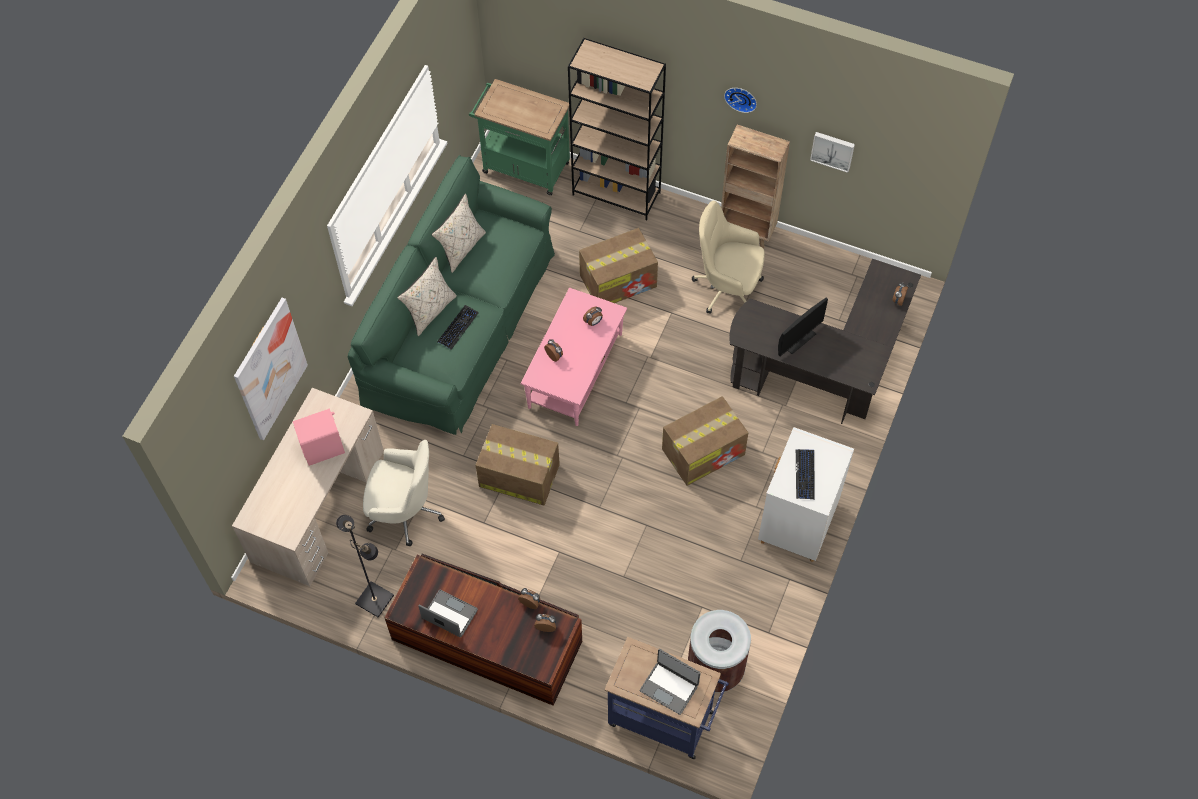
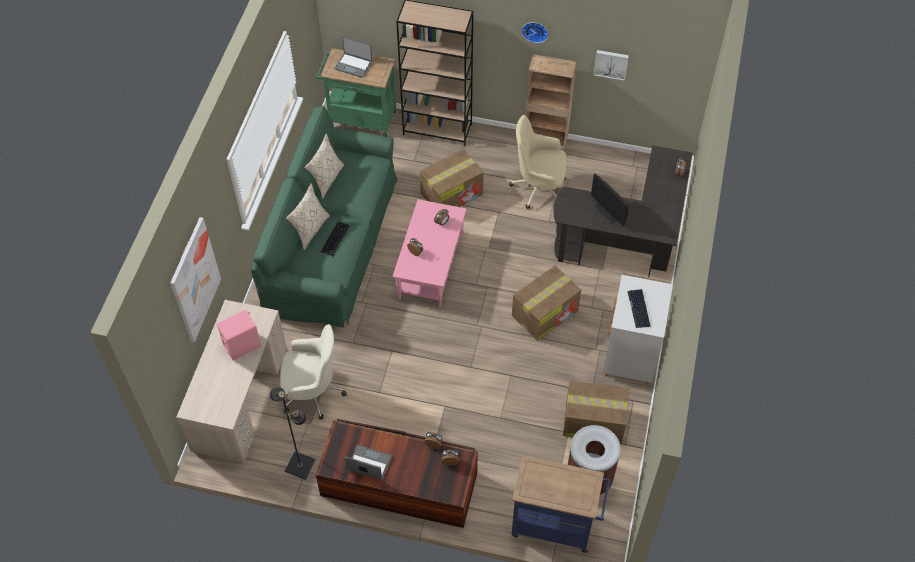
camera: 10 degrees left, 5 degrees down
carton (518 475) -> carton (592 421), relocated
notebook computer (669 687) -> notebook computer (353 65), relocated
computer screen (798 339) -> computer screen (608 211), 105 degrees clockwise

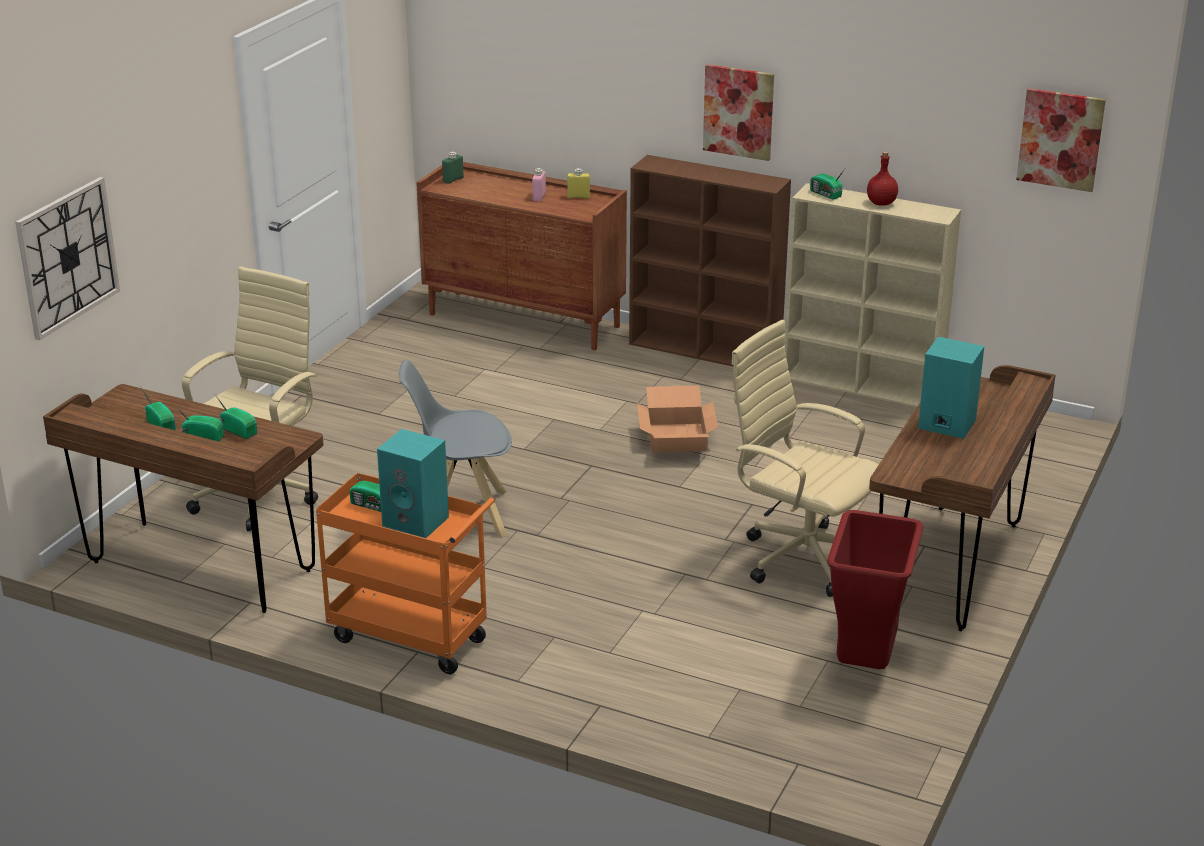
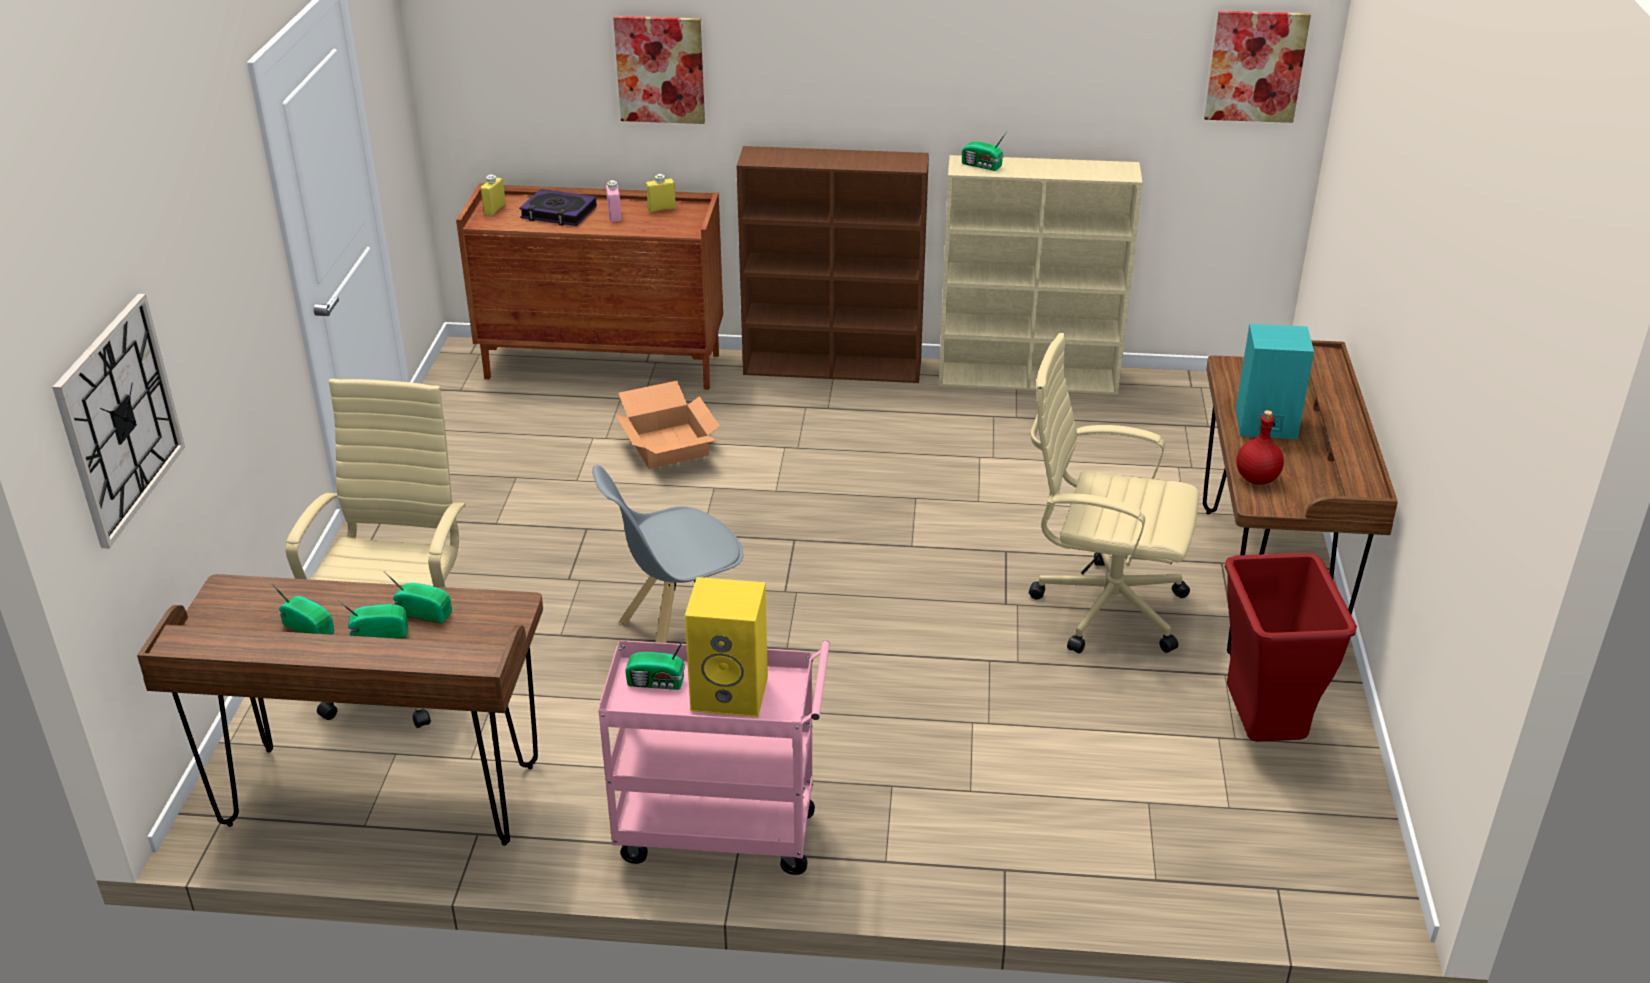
camera: 20 degrees left, 5 degrees up
orange-coloured cart (412 642) -> pinkish cart (723 838)
blue-green audio speaker (417 521) -> yellow audio speaker (732 692)
green-coloured beverage bottle (453 180) -> yellow beverage bottle (494 209)
carton (677 438) -> carton (670 446), relocated
wall art (738 112) -> wall art (660 69), relocated
red-coloured beverage bottle (881 203) -> red-coloured beverage bottle (1256 478), relocated
none -> volume (558 213)

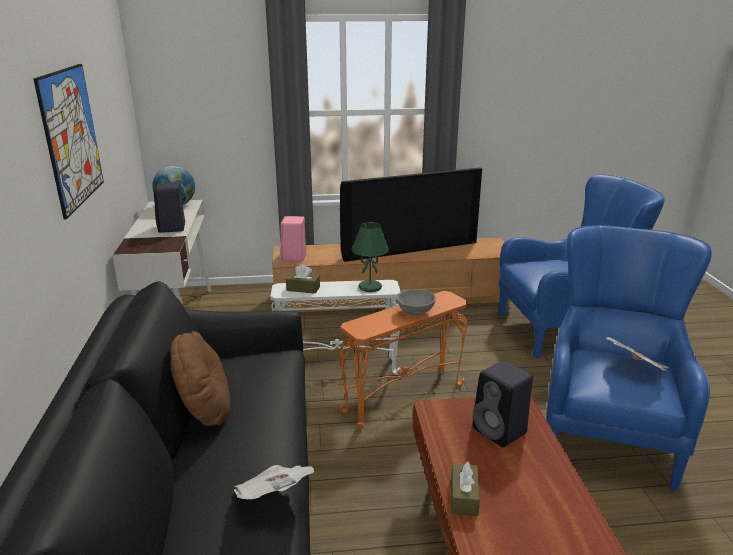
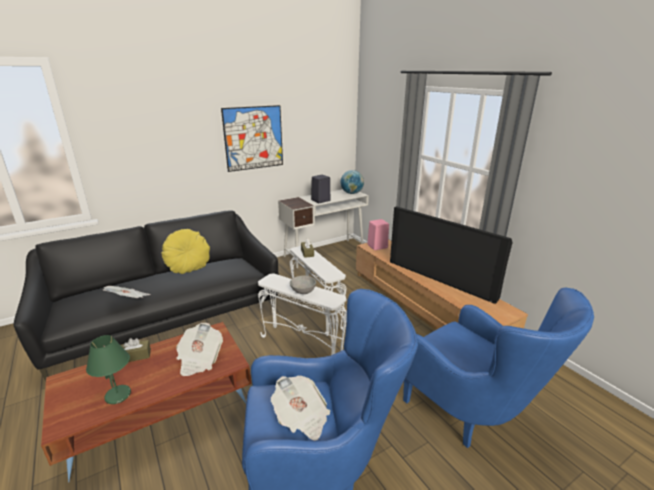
camera: 65 degrees right, 0 degrees up
brown pillow (205 413) -> yellow pillow (189 269)
orange-coloured accent table (403 398) -> whitish accent table (302 345)
green-coloured tabletop lamp (370 287) -> green-coloured tabletop lamp (118 395), relocated
black-coloured audio speaker (501 431) -> printed paper (199 359)

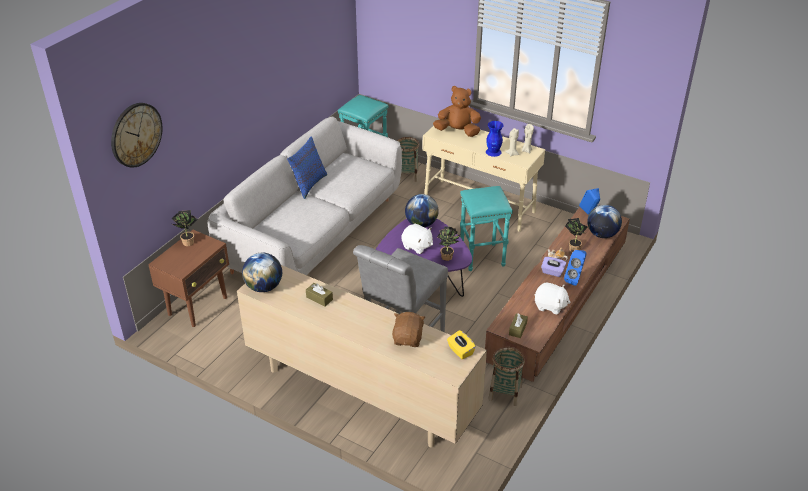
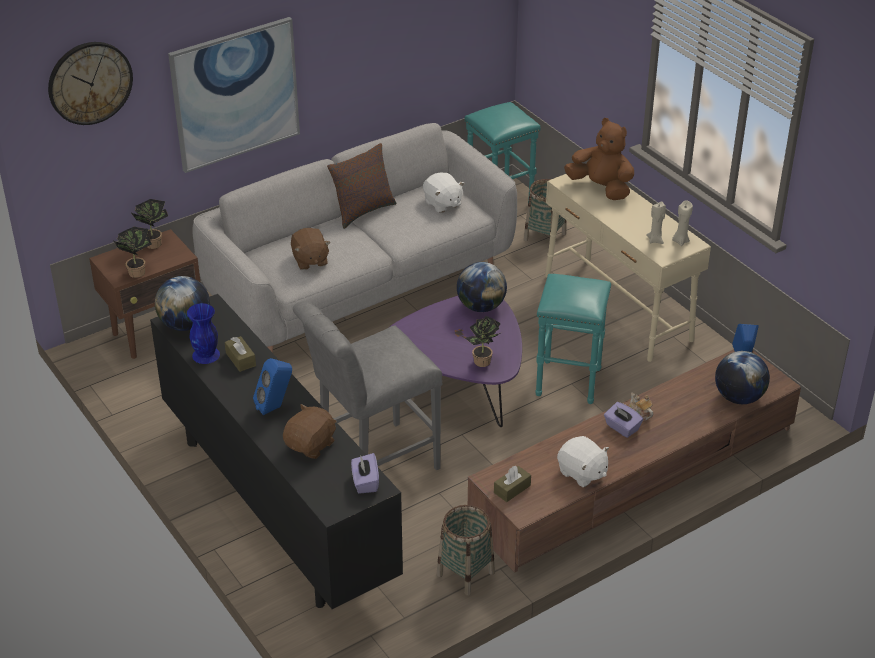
camera: 25 degrees right, 0 degrees up
beige cabinet (359 393) -> black-coloured cabinet (275 508)
blue pillow (310 185) -> brown pillow (364 212)
whitish soft toy (417 246) -> whitish soft toy (442 204), relocated
yellow tissue holder (460 351) -> purplish tissue holder (365 482)
blue decorative vase (493 152) -> blue decorative vase (205 355), relocated
blue audio speaker (575 279) -> blue audio speaker (275 407), relocated
houseplant (573 248) -> houseplant (137 271), relocated
none -> wall art (235 94)
none -> brown soft toy (310 260)

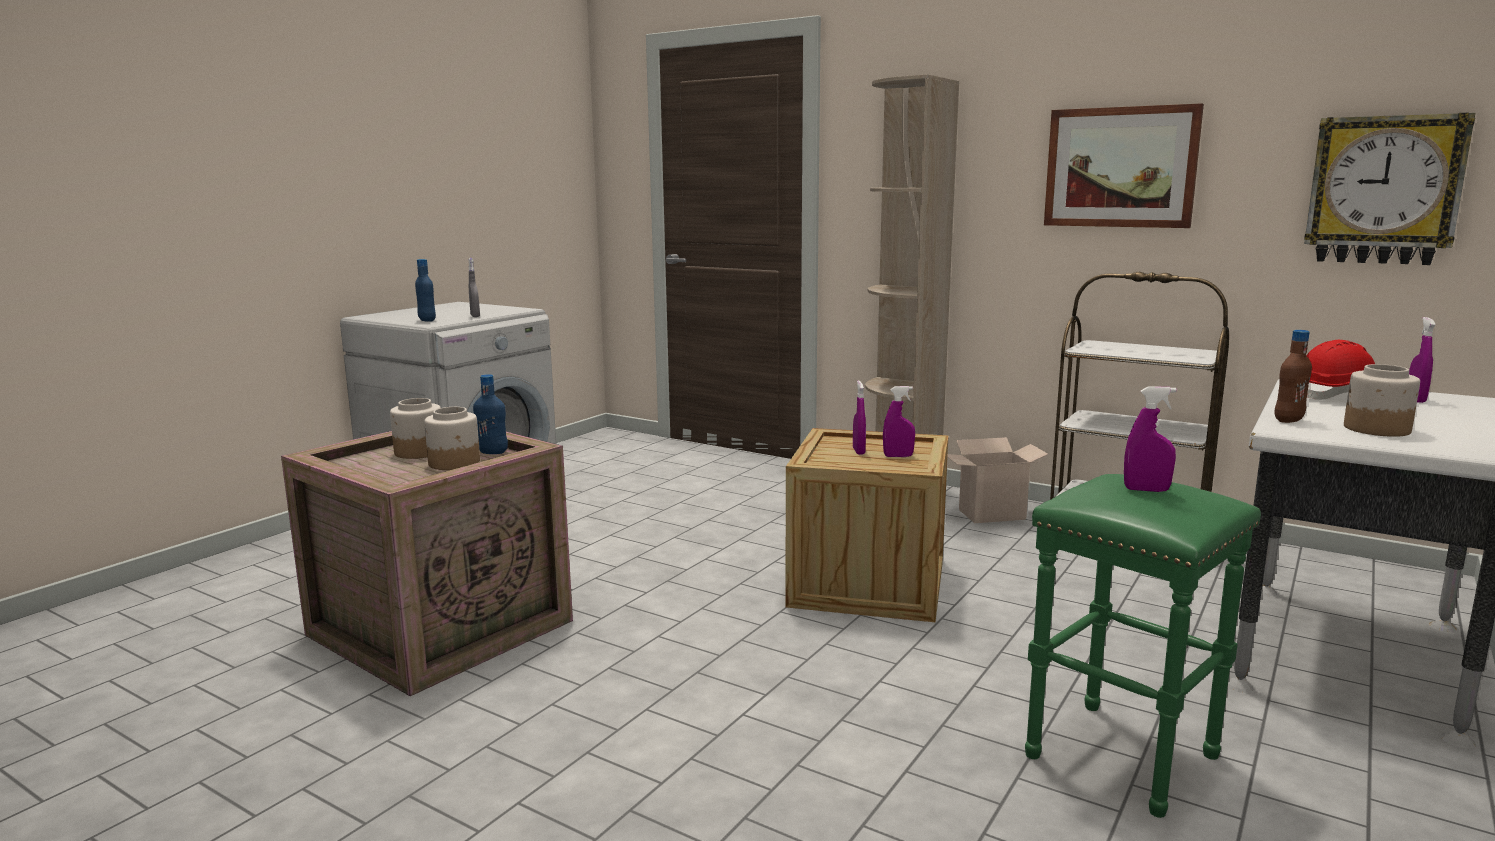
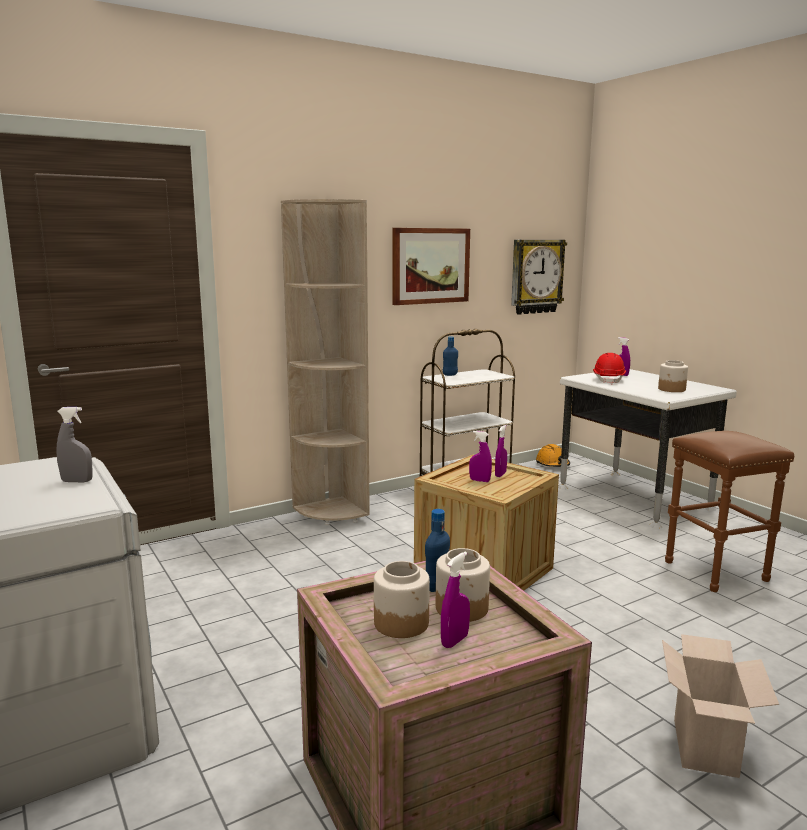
camera: 65 degrees left, 0 degrees up
blue beverage bottle (427 320) -> blue beverage bottle (450 375), relocated
carton (991 515) -> carton (707 749), relocated
green-coloured stool (1116 755) -> brown stool (715 571)
purplish spray bottle (1146 490) -> purplish spray bottle (454 641), relocated
brown beverage bottle (1288 420) -> none
none -> orange-coloured hard hat (552 464)

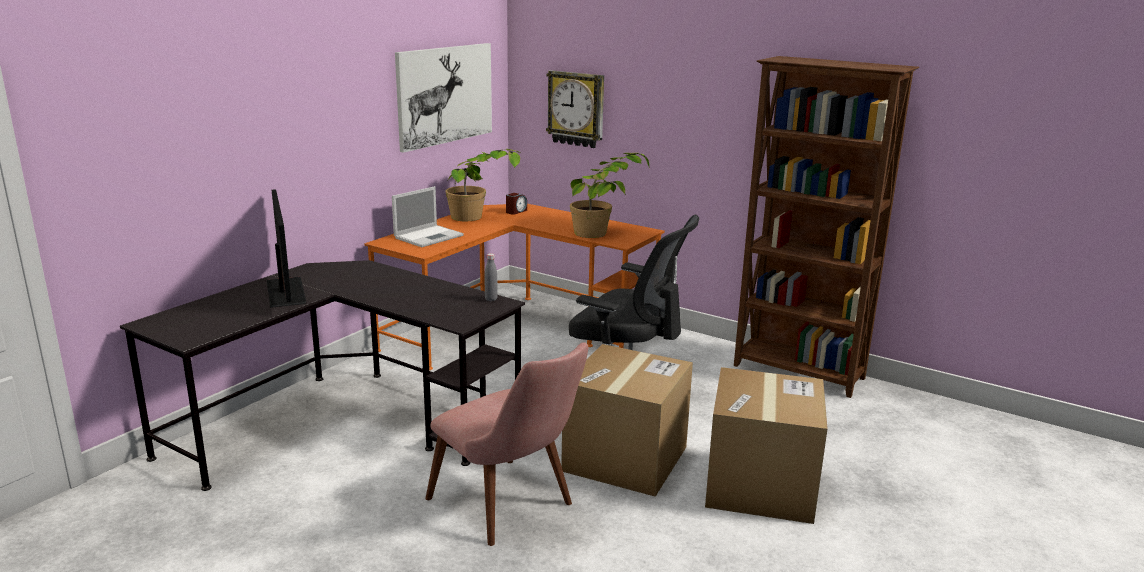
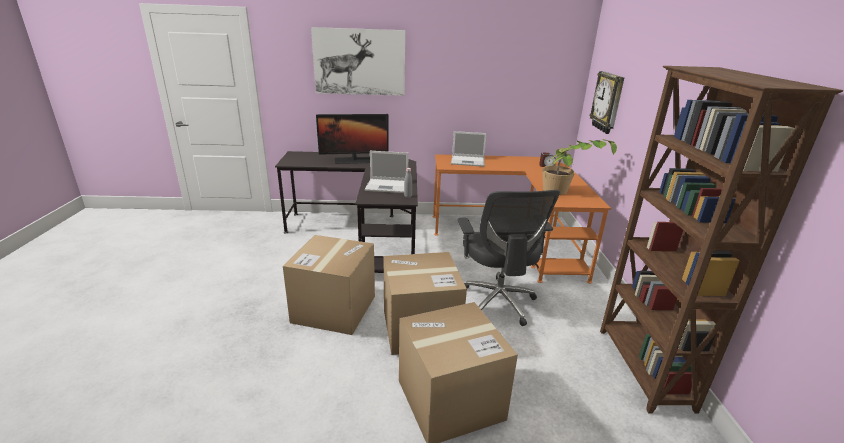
camera: 55 degrees right, 5 degrees up
computer screen (286 292) -> computer screen (354 160), 45 degrees clockwise
wall art (445 95) -> wall art (359 62), relocated
pinkish plain chair (512 508) -> carton (334 309)
houseplant (479 220) -> none
none -> notebook computer (387 186)

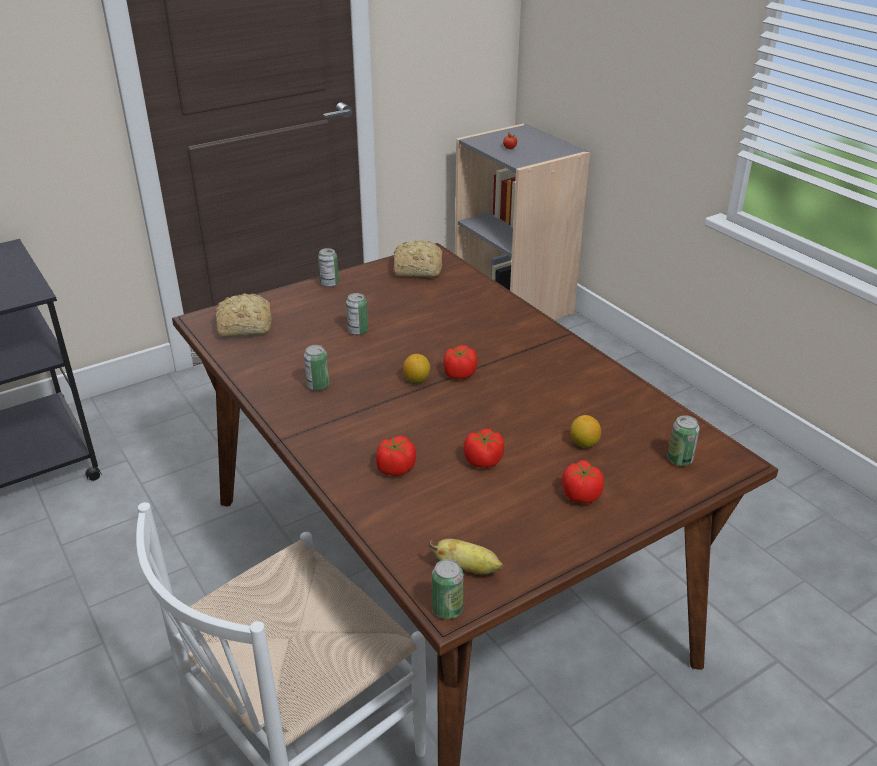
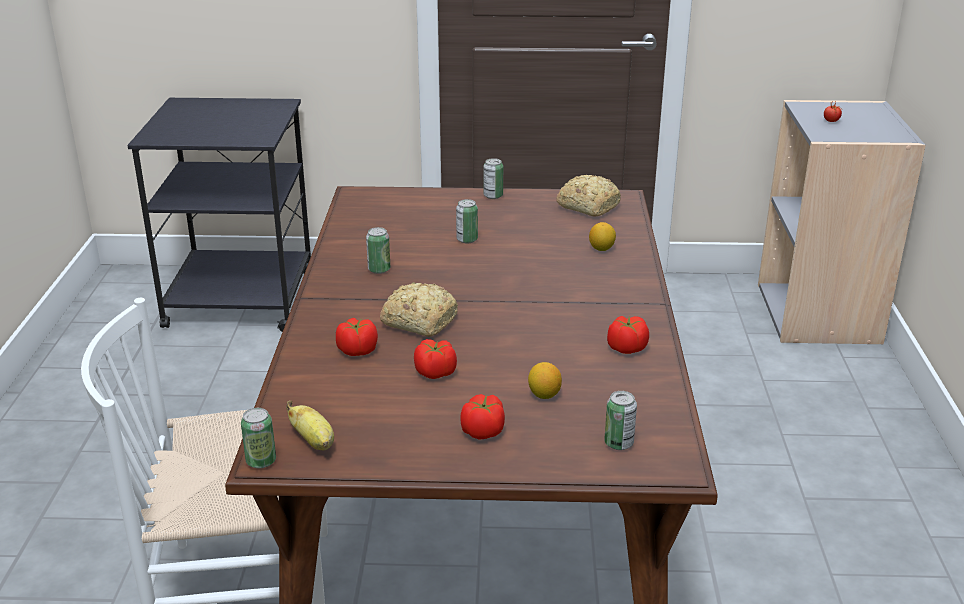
camera: 35 degrees right, 5 degrees down
bread (243 326) -> bread (418 321), relocated
lemon (417 380) -> lemon (601 249), relocated
fresh tomato (459 374) -> fresh tomato (626 348), relocated

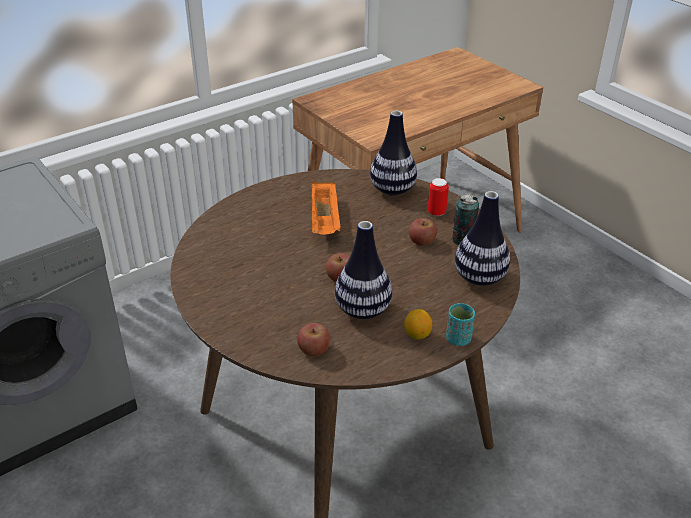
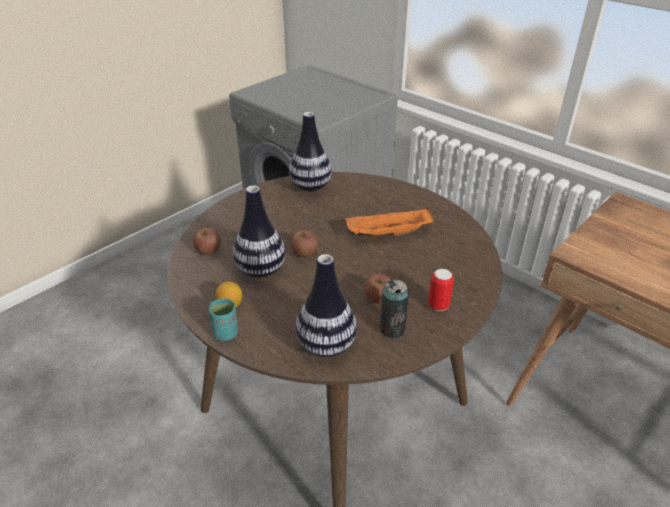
camera: 80 degrees right, 0 degrees up
decorative vase (392 190) -> decorative vase (310 187), relocated

